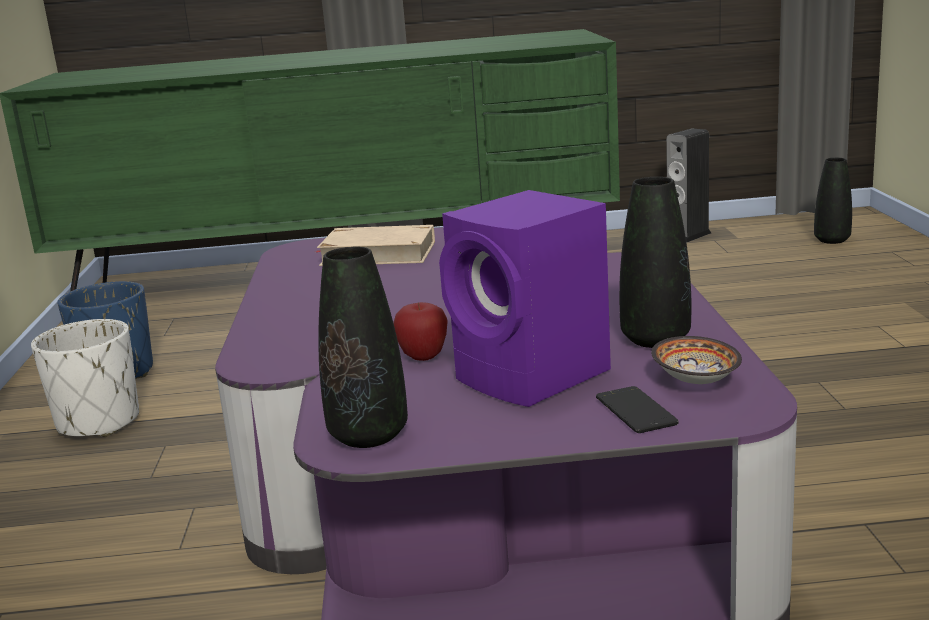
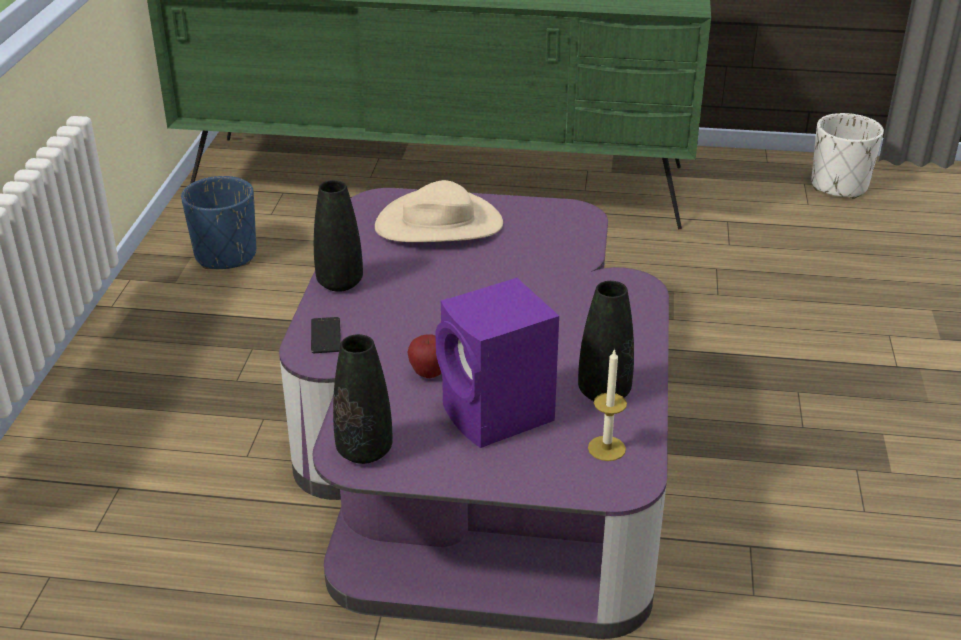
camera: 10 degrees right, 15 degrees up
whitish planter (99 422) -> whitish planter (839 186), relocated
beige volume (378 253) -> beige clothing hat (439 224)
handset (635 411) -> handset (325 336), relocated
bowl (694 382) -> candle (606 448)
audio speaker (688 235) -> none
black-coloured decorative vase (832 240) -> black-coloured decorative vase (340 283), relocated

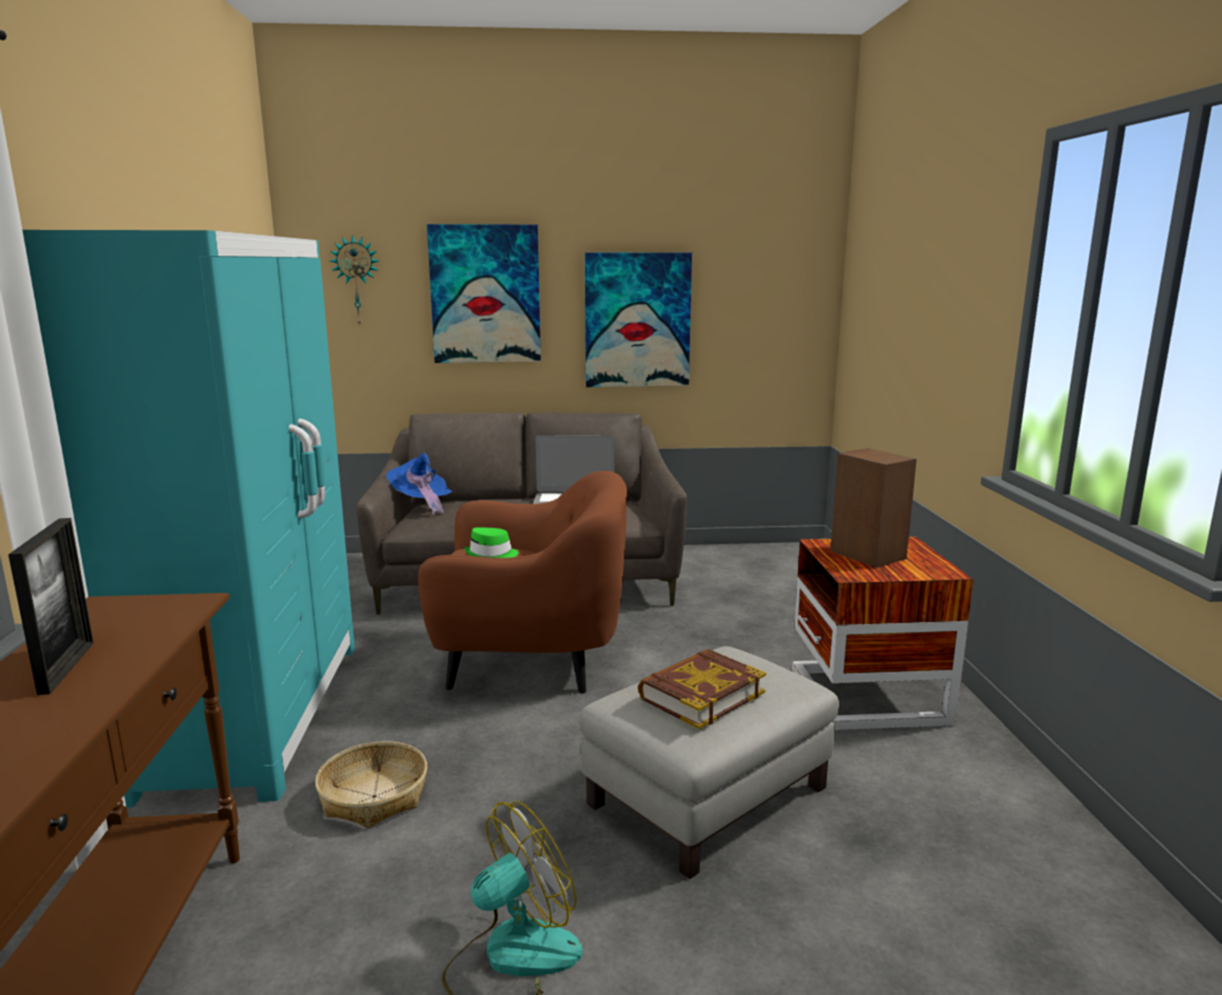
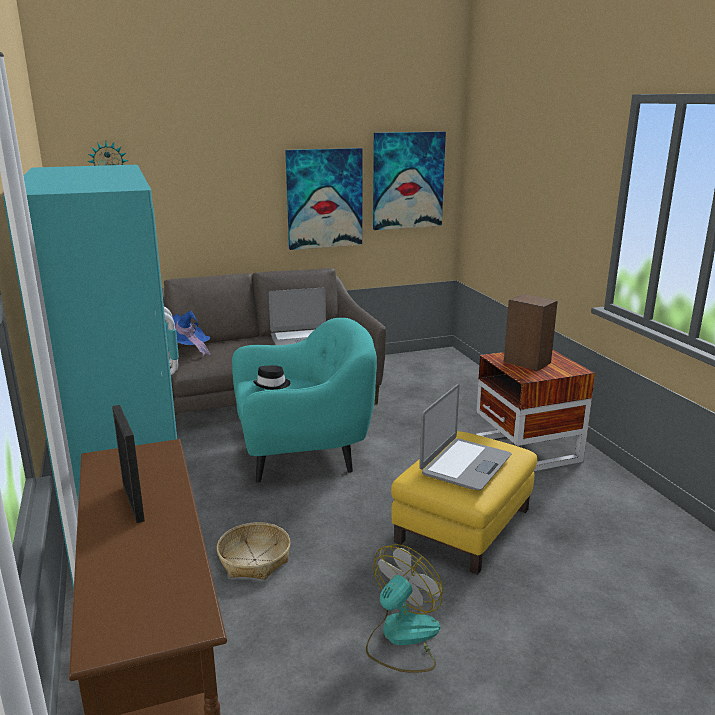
camera: 15 degrees left, 5 degrees up
brown easy chair (531 661) -> blue-green easy chair (303 455)
wall art (485 294) -> wall art (408 180), relocated
green-coloured clothing hat (491 555) -> black-coloured clothing hat (272 385)
grey ottoman (707 795) -> yellow ottoman (463 525)
volume (701 695) -> notebook computer (465 464)

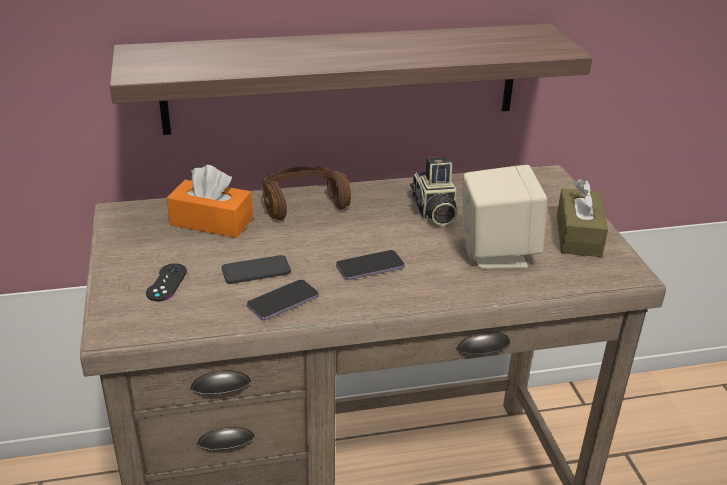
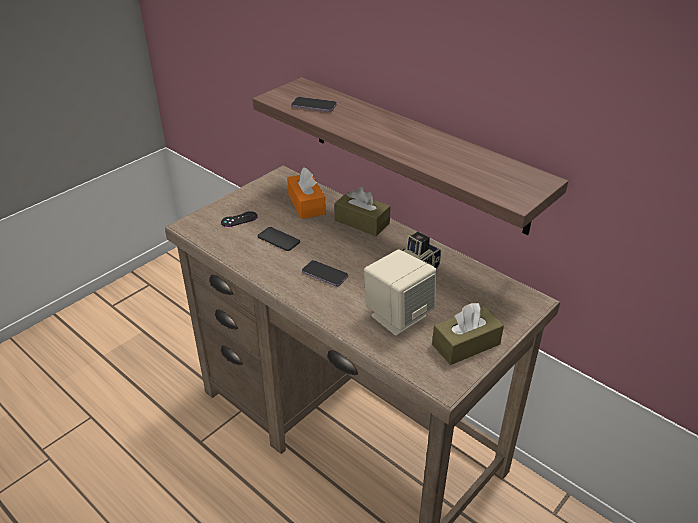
camera: 55 degrees right, 5 degrees up
handset (283 301) -> handset (314 106), relocated
brown headphones (303 203) -> brown tissue holder (362 222)

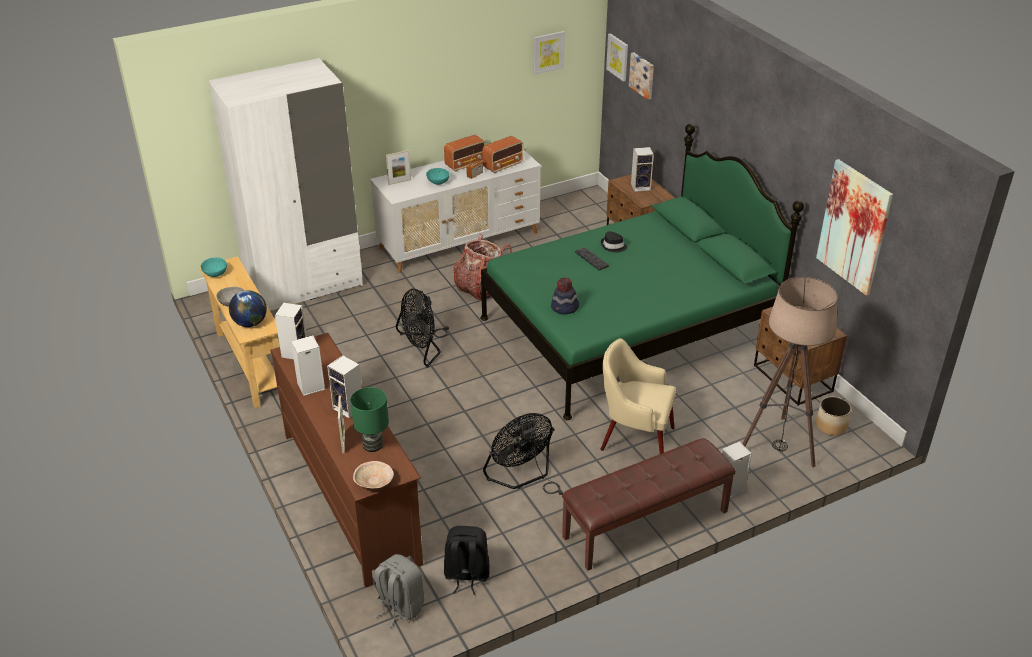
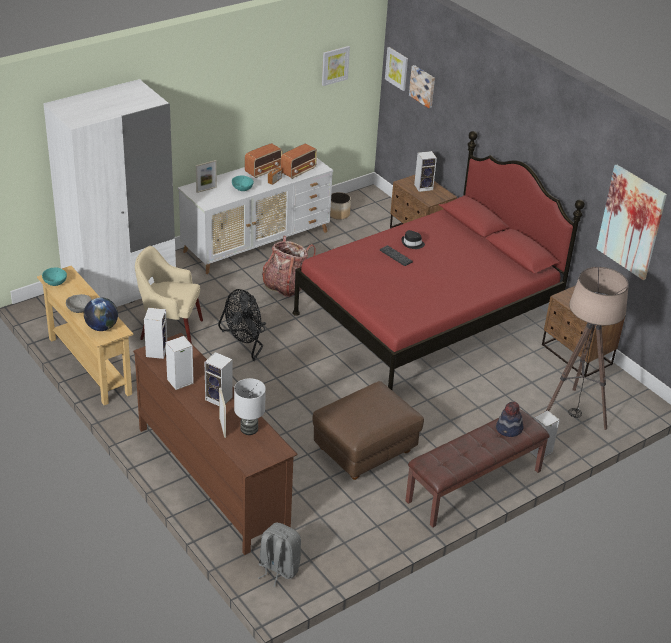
camera: 10 degrees left, 0 degrees up
green-coloured tabletop lamp (373 445) -> grey tabletop lamp (249 429)
beige bowl (374 482) -> none
black-coloured backpack (466 575) -> none
green-coloured bedroom bed (627 331) -> red-coloured bedroom bed (426 319)
black-coloured fan (527 475) -> brown ottoman (364 451)
clothing hat (564 308) -> clothing hat (509 429), relocated
beige easy chair (635 438) -> beige easy chair (169 329), relocated
planter (831 426) -> planter (339 214), relocated

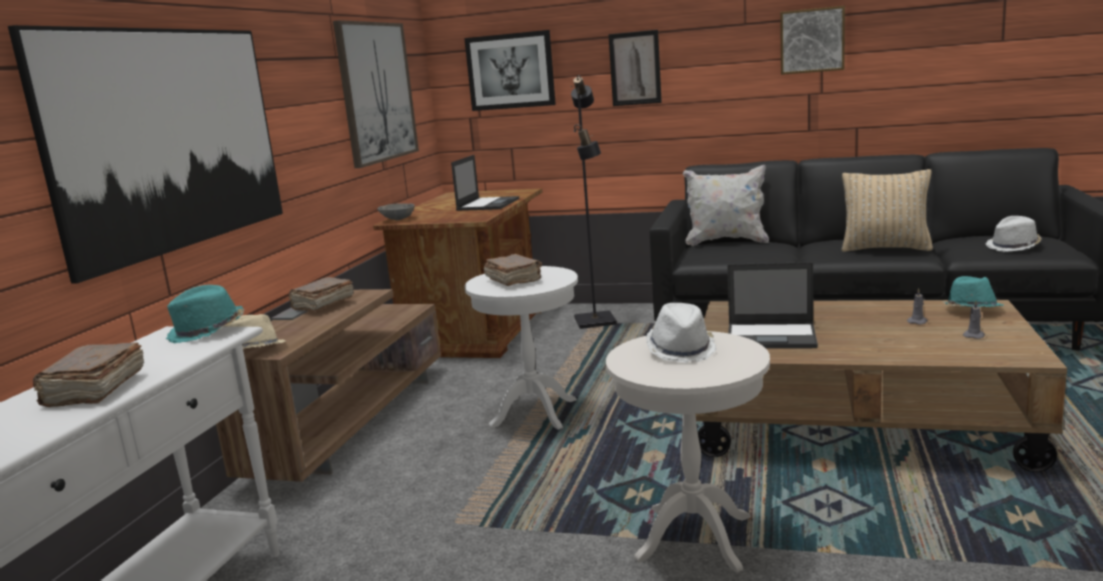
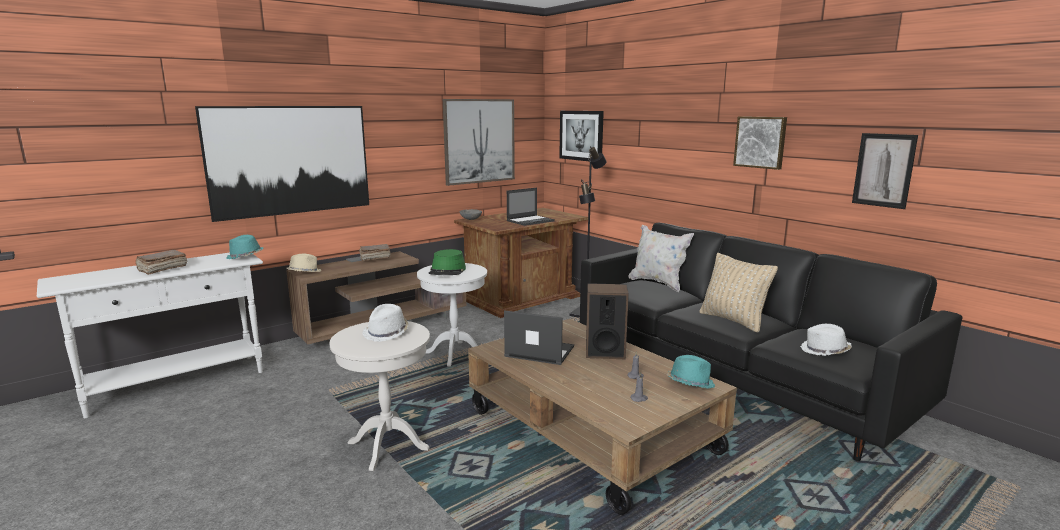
camera: 35 degrees right, 0 degrees up
brown volume (513 280) -> green-coloured clothing hat (447 270)
wall art (635 68) -> wall art (883 170), relocated
notebook computer (772 336) -> notebook computer (538 351), 150 degrees clockwise
none -> audio speaker (605 352)

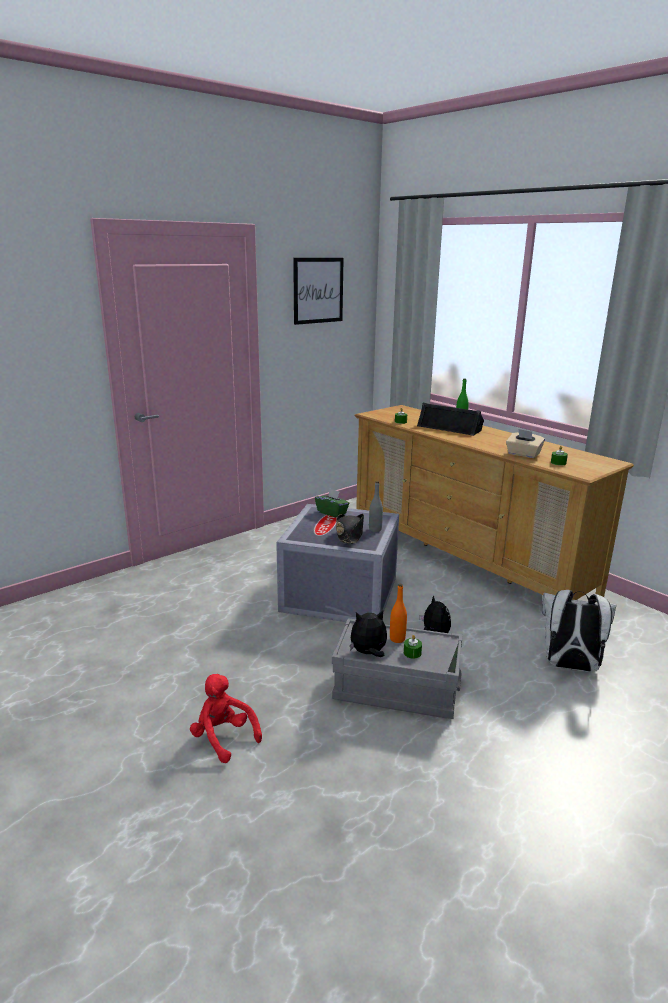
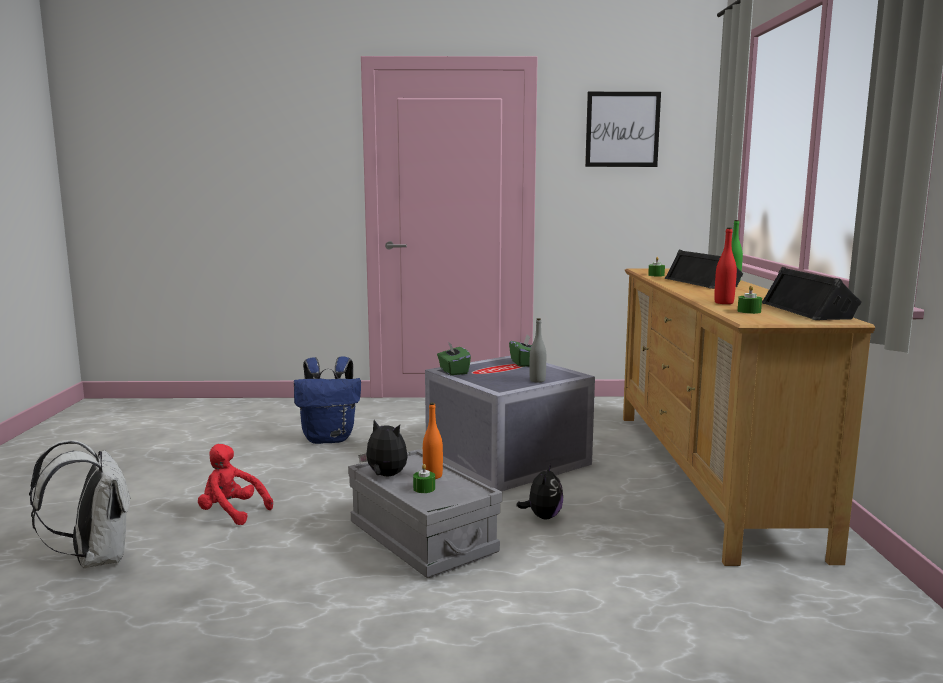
camera: 40 degrees right, 10 degrees down
red-coloured soft toy (223 738) -> red-coloured soft toy (231 513), 60 degrees counterclockwise
black-coloured clothing hat (349 534) -> none
beige tissue holder (523 454) -> red-coloured beverage bottle (724 303)
whitish backpack (569 666) -> whitish backpack (95 559), relocated
none -> blue backpack (330 438)
none -> green-coloured tissue holder (453 371)
none -> black-coloured audio speaker (809 310)

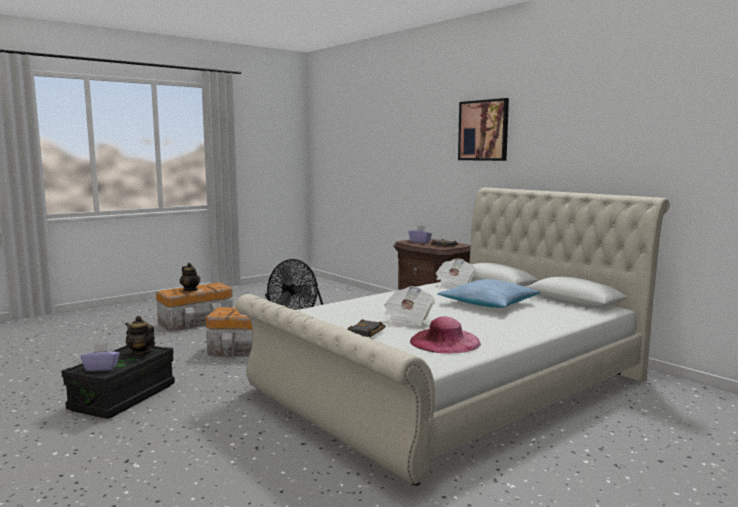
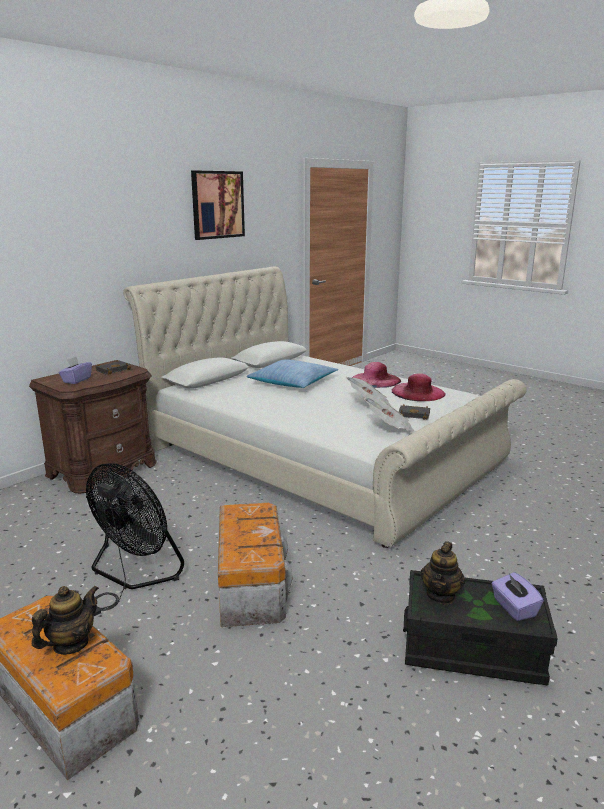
camera: 100 degrees left, 10 degrees up
printed paper (454 285) -> printed paper (389 428), relocated
wall art (483 130) -> wall art (217 205), relocated
none -> pinkish clothing hat (375 380)

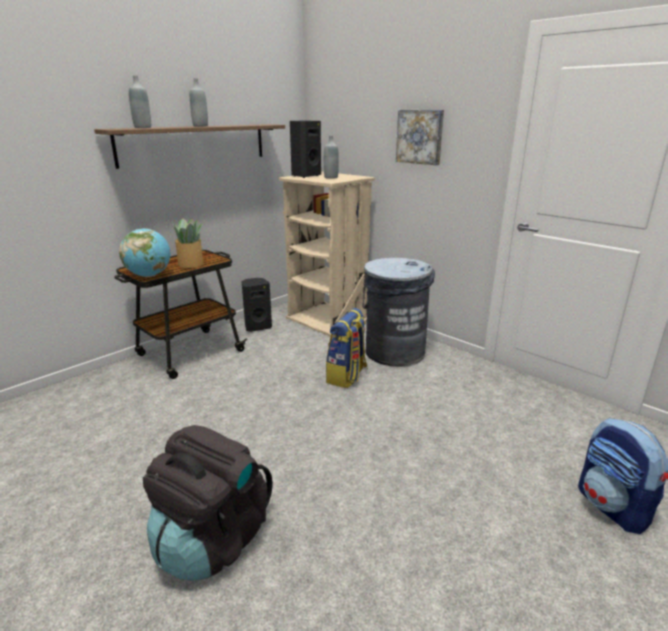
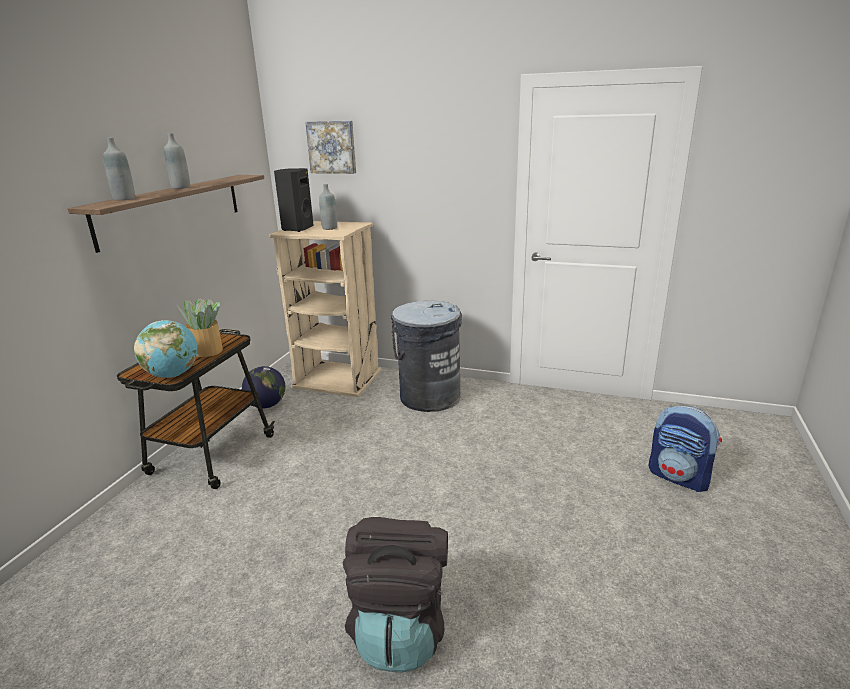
camera: 25 degrees left, 0 degrees up
black-coloured audio speaker (257 326) -> desk globe (266 405)
backpack (347 376) -> none
wall art (420 137) -> wall art (332 147), relocated

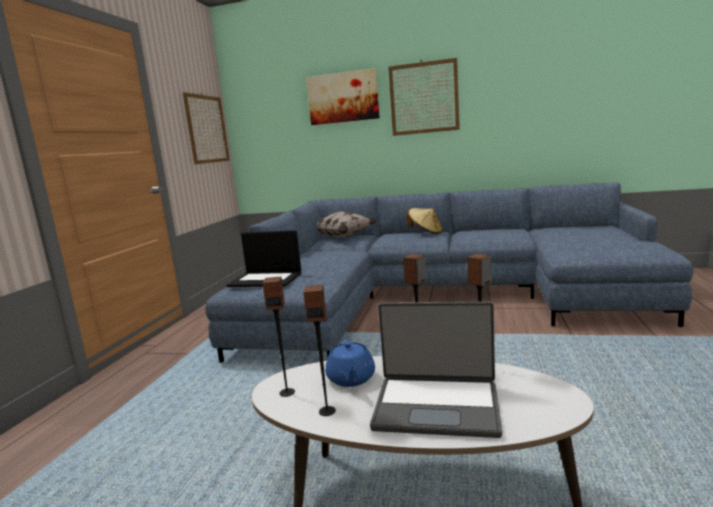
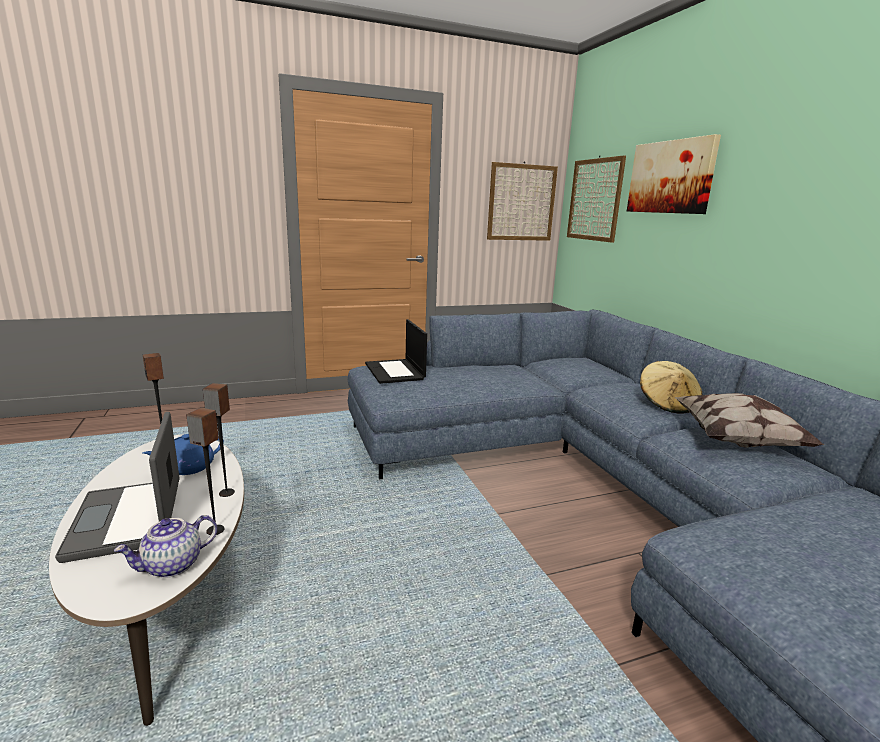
camera: 55 degrees right, 5 degrees up
audio speaker (327 411) -> none
pillow (342 236) -> pillow (737 440), relocated
wall art (424 96) -> wall art (595 198), relocated
none -> pot for tea (172 566)

